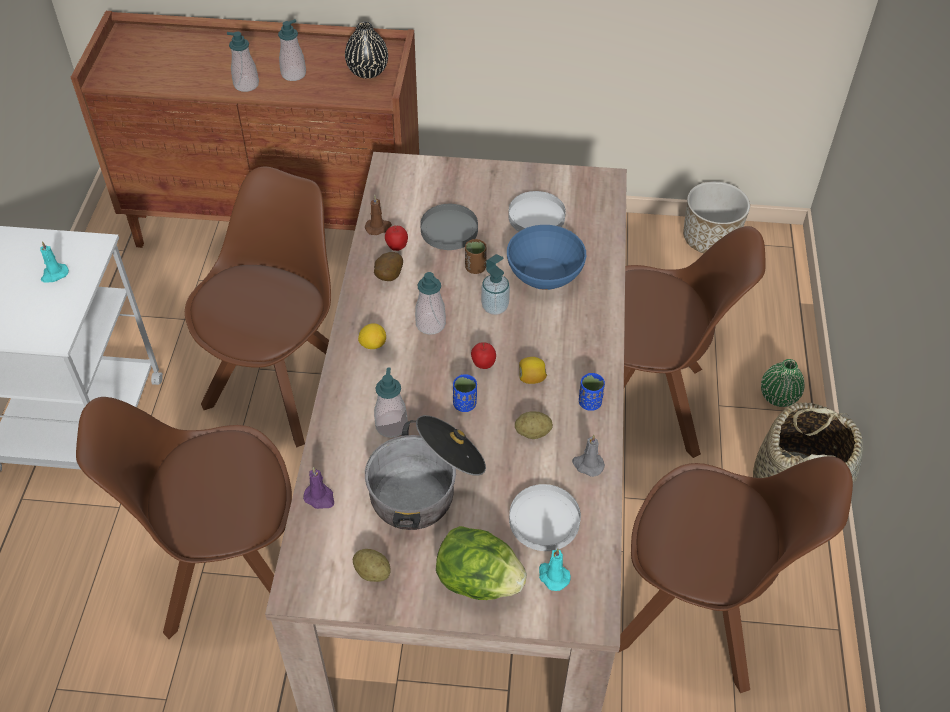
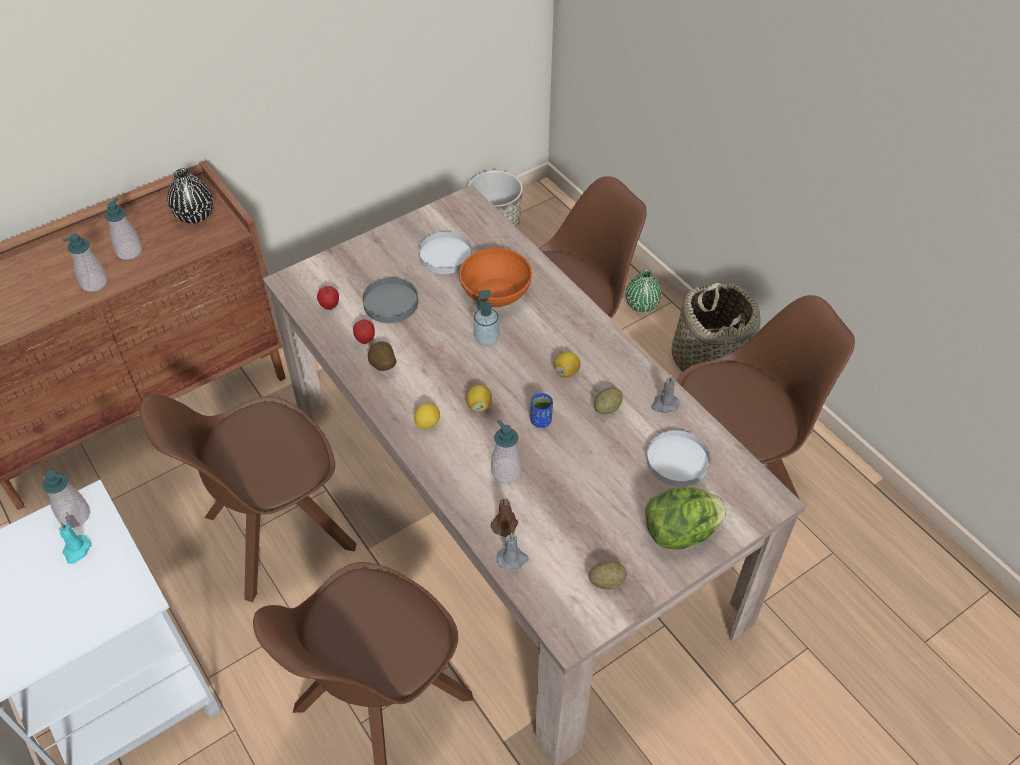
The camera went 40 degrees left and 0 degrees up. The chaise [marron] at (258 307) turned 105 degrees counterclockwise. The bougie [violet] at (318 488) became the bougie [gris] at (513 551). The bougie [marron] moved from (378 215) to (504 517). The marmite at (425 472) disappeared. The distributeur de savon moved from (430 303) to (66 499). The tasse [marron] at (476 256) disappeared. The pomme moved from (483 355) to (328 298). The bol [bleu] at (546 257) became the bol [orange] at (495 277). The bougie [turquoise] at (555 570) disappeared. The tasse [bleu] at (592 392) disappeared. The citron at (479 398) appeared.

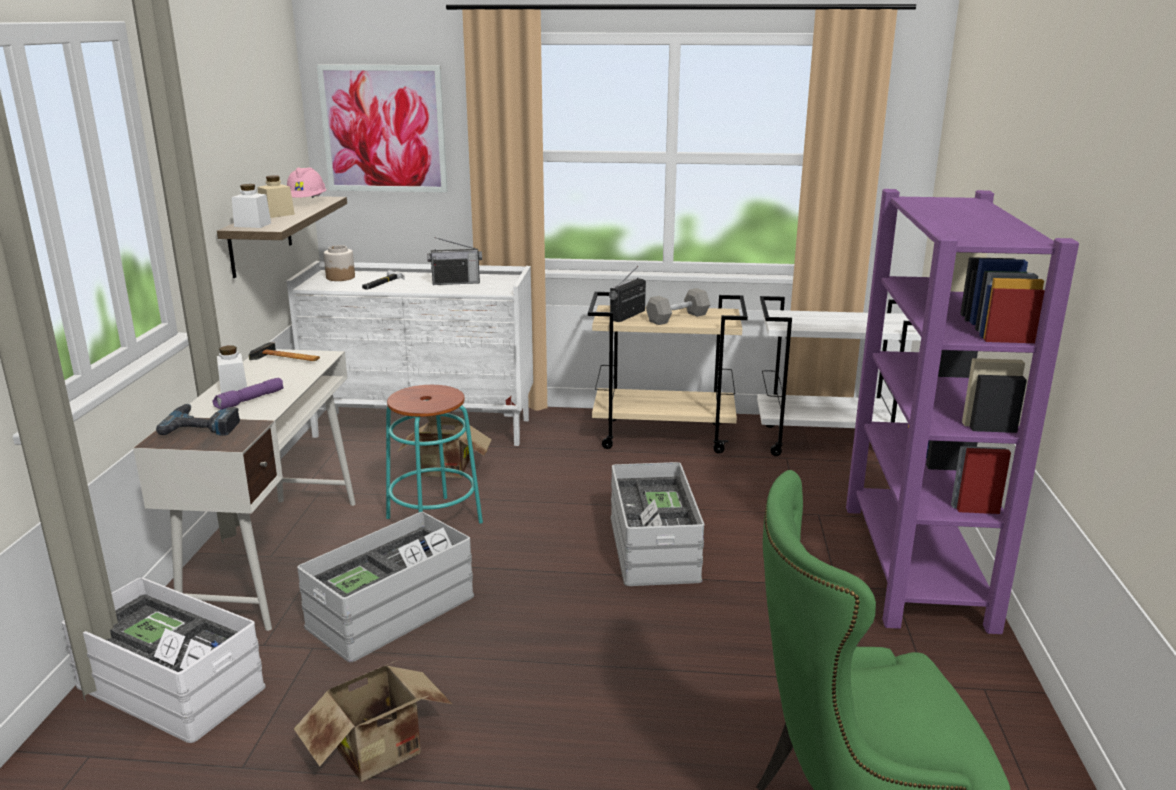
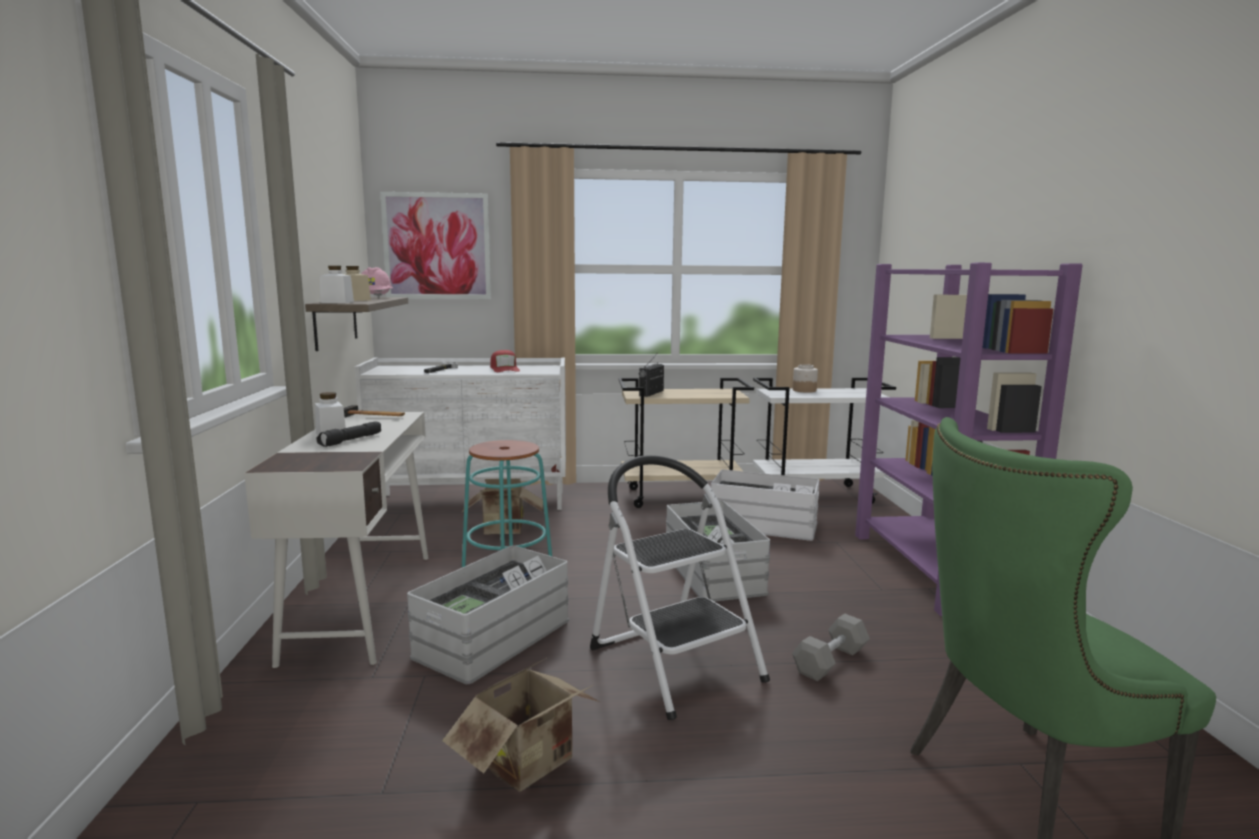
The camera went 10 degrees left and 10 degrees down. The boîte de rangement [blanc] moved from (164 660) to (765 505). The perceuse at (198 420) disappeared. The lampe de poche [violet] at (248 394) became the lampe de poche [noir] at (348 434). The bocal moved from (339 263) to (805 378). The radio at (454 261) was replaced by the casquette [rouge] at (505 361). The haltère [gris] moved from (678 306) to (831 647). The escabeau at (680 587) appeared.

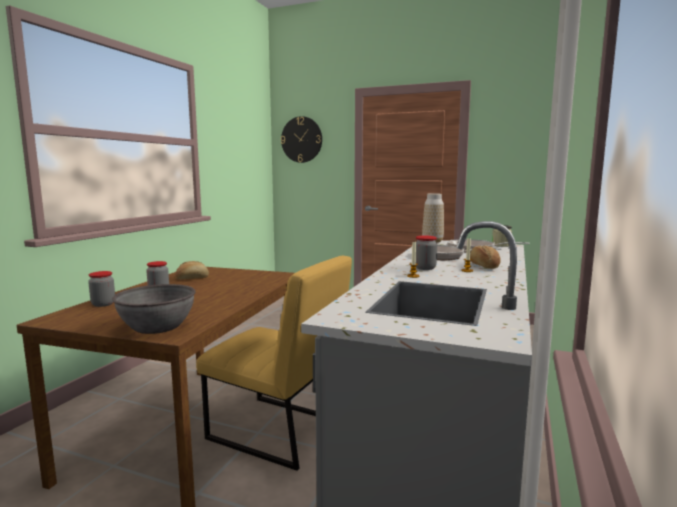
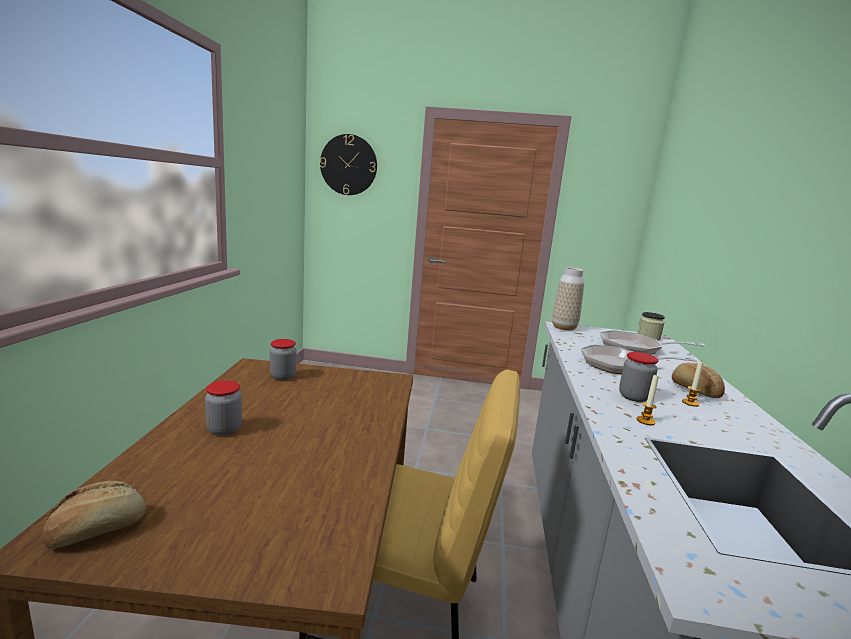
The camera went 15 degrees left and 5 degrees up. The bocal moved from (101 289) to (283 359). The bol [gris] at (154 309) disappeared. The pain moved from (192 270) to (93 515).

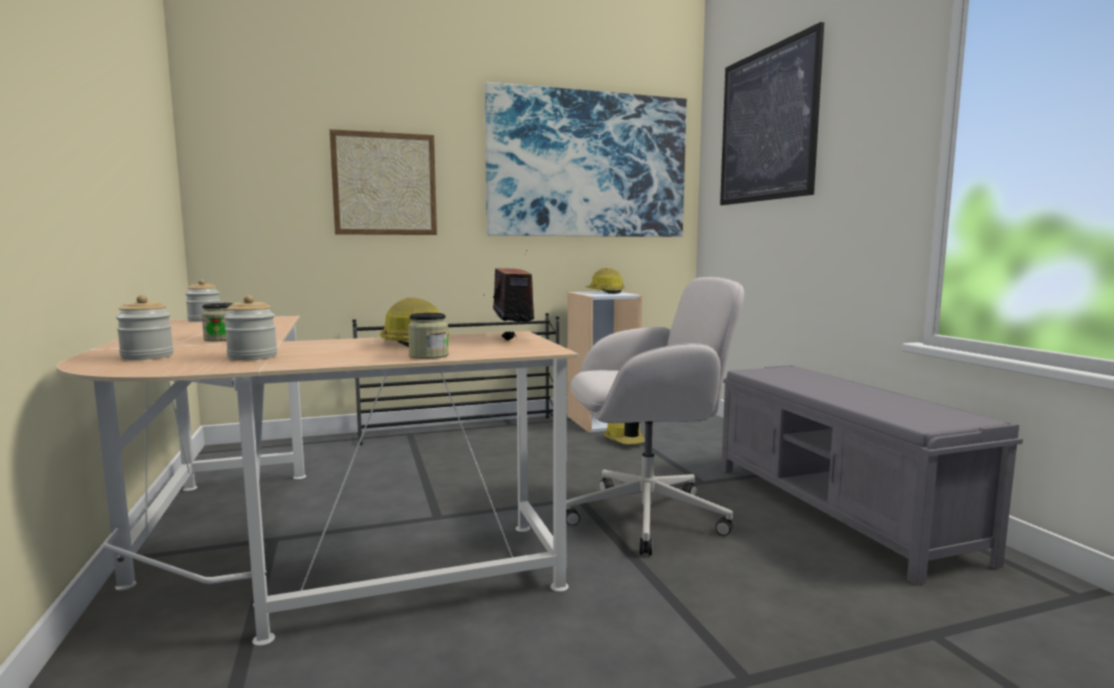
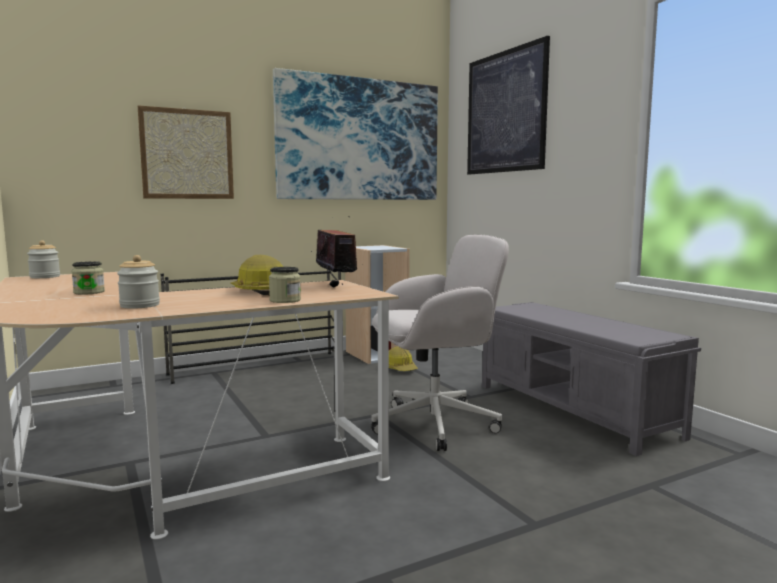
The camera went 10 degrees left and 0 degrees up. The bocal at (145 327) disappeared. The casque de chantier at (605 281) disappeared.

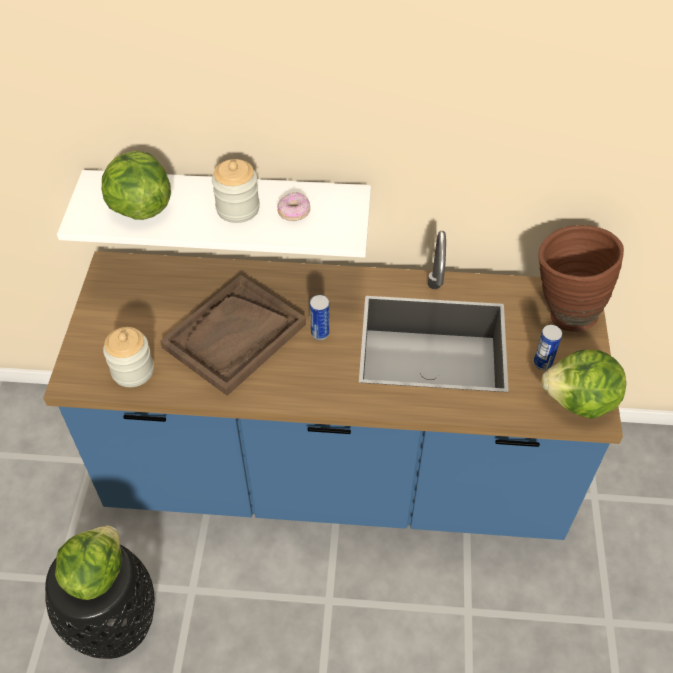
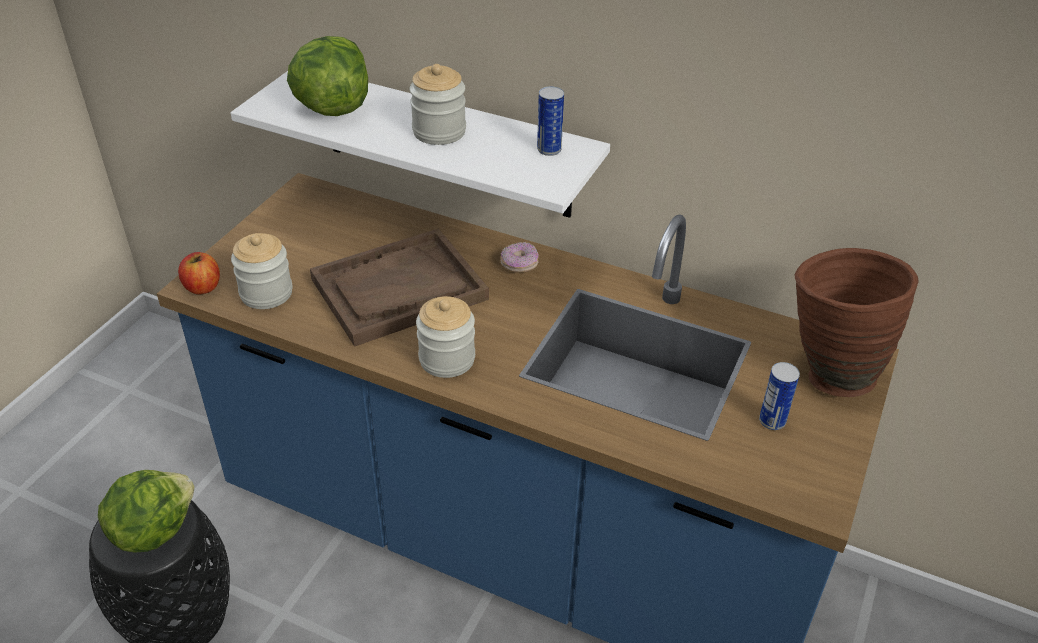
The camera went 20 degrees right and 10 degrees down. The beignet moved from (293 206) to (519 257). The boîte métallique moved from (319 317) to (550 121). The laitue at (584 384) disappeared. The pomme at (199 273) appeared. The bocal at (445 337) appeared.

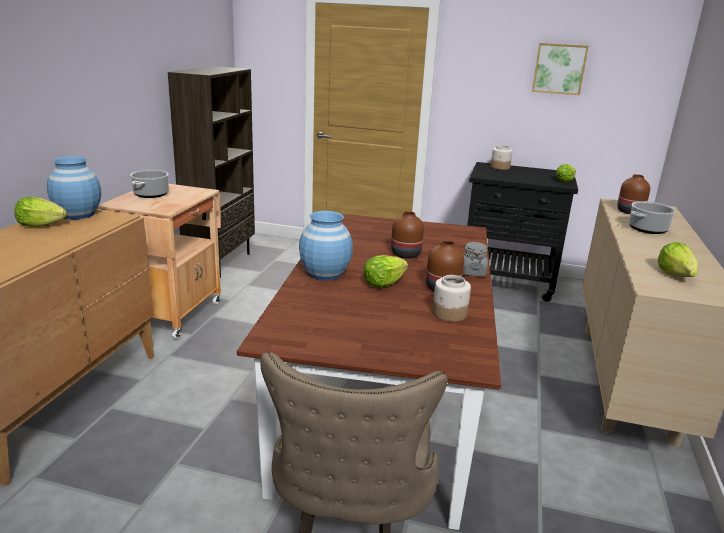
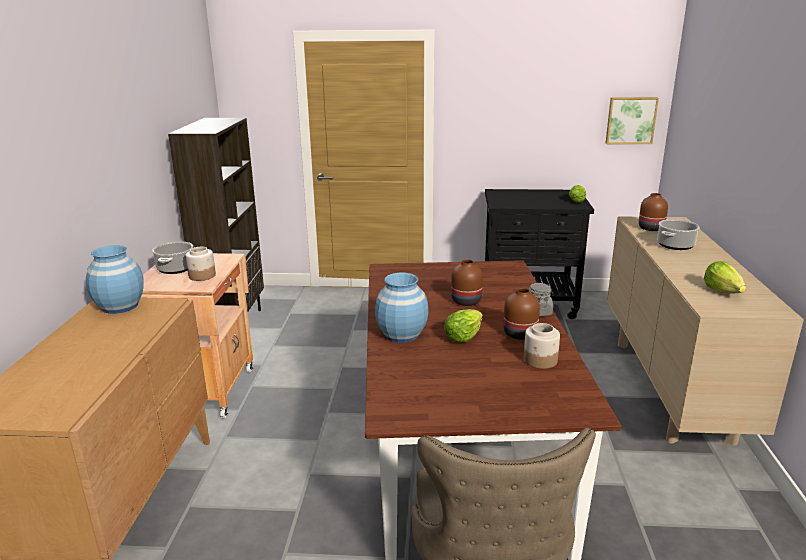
The camera went 10 degrees left and 0 degrees up. The laitue at (40 212) disappeared. The bocal moved from (502 157) to (200 264). The tableau moved from (560 69) to (632 120).

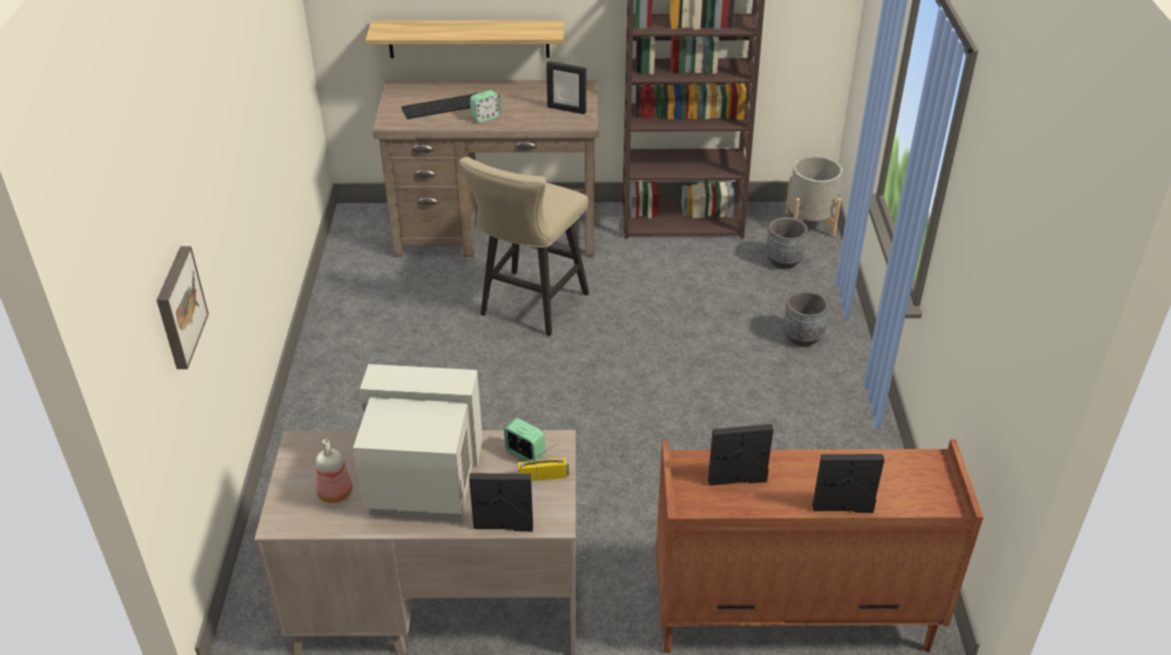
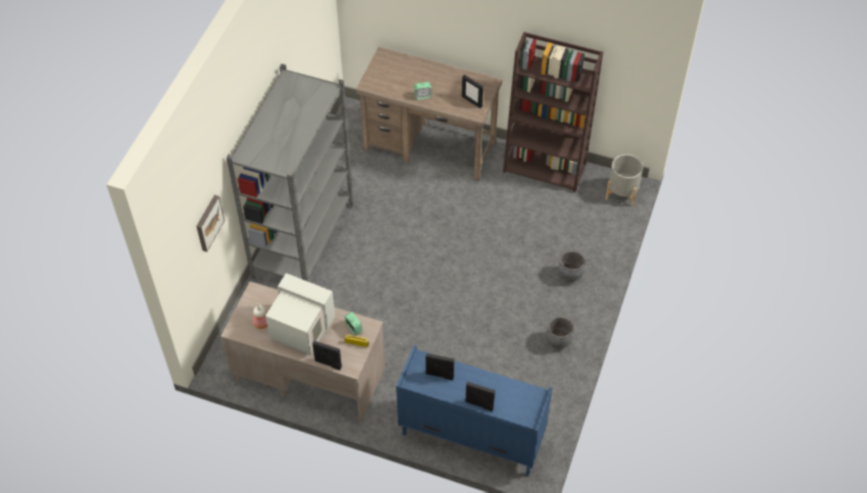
The camera went 20 degrees right and 15 degrees up. The étagère at (464 39) disappeared. The clavier at (440 106) disappeared. The tabouret [beige] at (524 246) disappeared. The meuble de rangement [marron] at (820 546) became the meuble de rangement [bleu] at (474 410). The cache-pot [gris] moved from (787 243) to (560 332). The bibliothèque [gris] at (290 173) appeared.

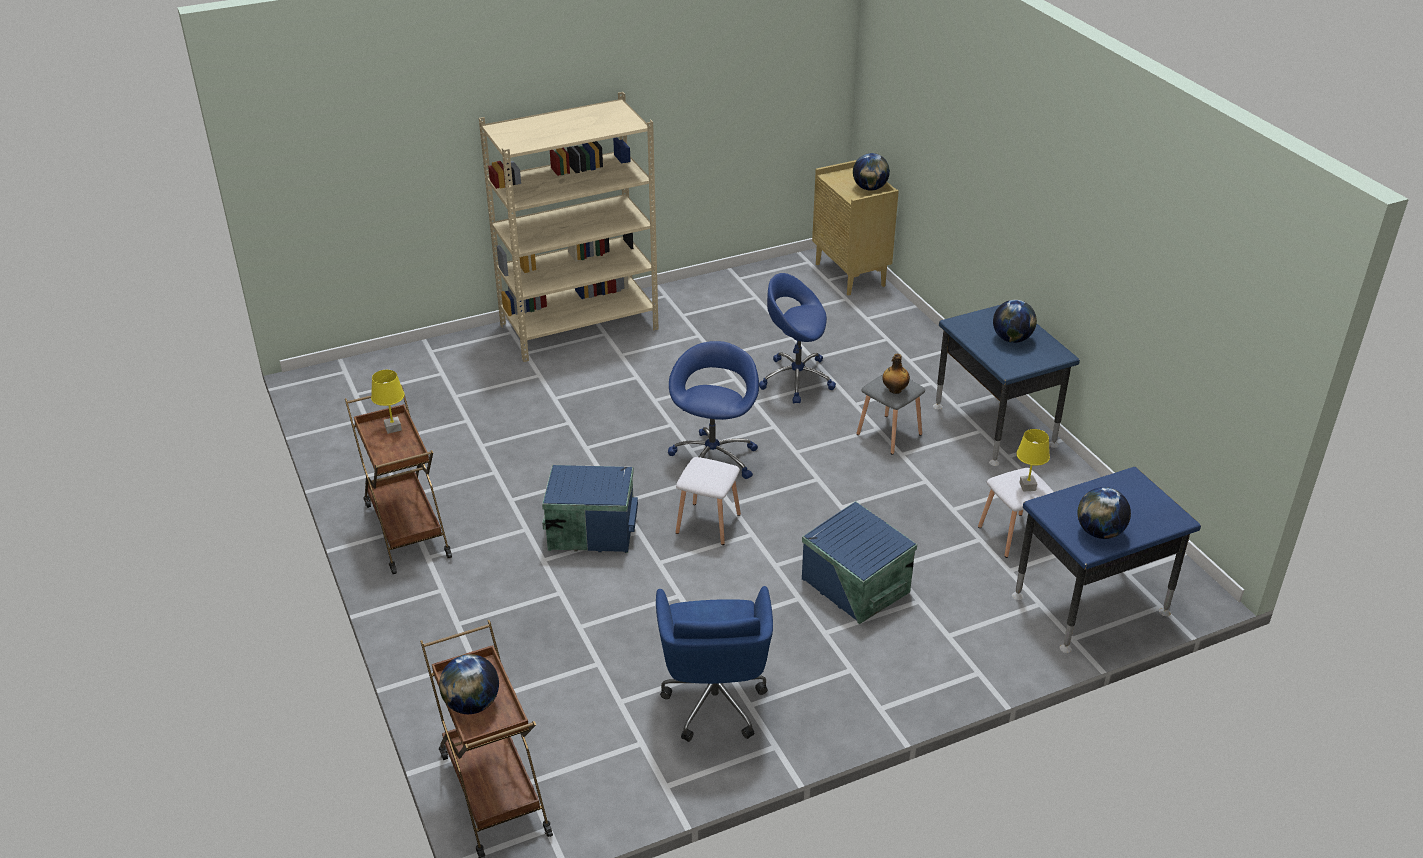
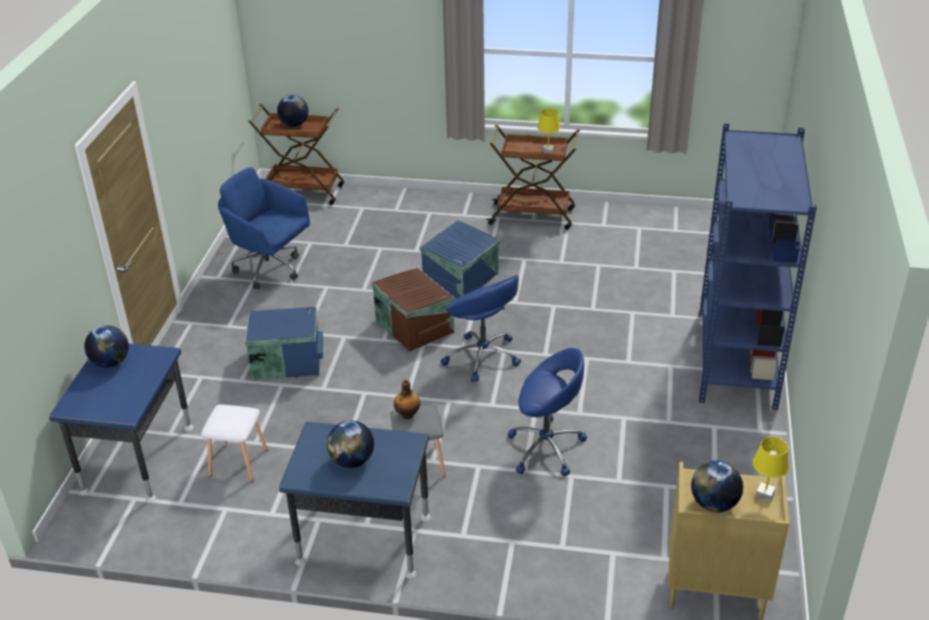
The camera went 125 degrees right and 0 degrees up. The bibliothèque [beige] at (569 227) became the bibliothèque [bleu] at (758 266). The tabouret [blanc] at (708 501) was replaced by the boîte de rangement [marron] at (413 310). The chaise de bureau [bleu] at (797 338) turned 60 degrees clockwise. The lampe de table [jaune] moved from (1033 460) to (771 470).

